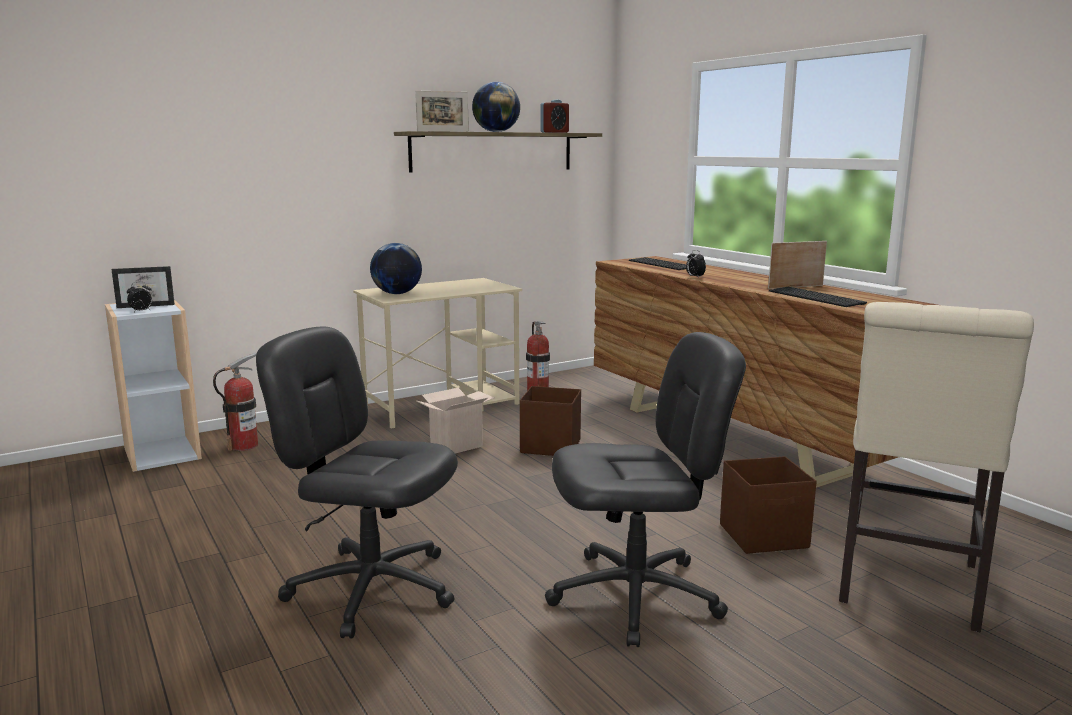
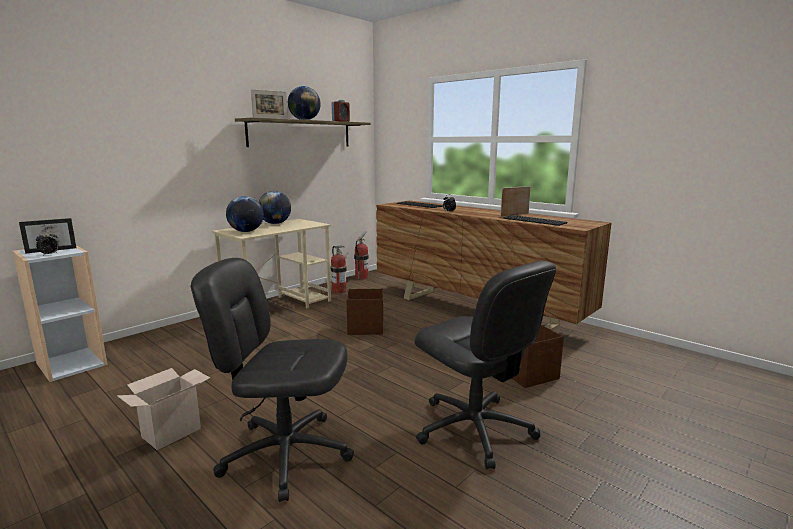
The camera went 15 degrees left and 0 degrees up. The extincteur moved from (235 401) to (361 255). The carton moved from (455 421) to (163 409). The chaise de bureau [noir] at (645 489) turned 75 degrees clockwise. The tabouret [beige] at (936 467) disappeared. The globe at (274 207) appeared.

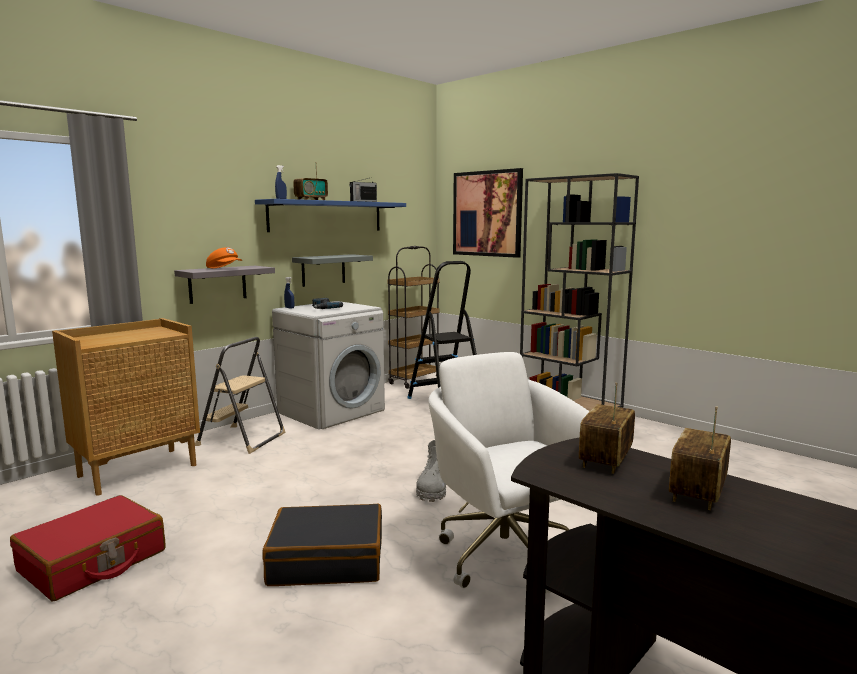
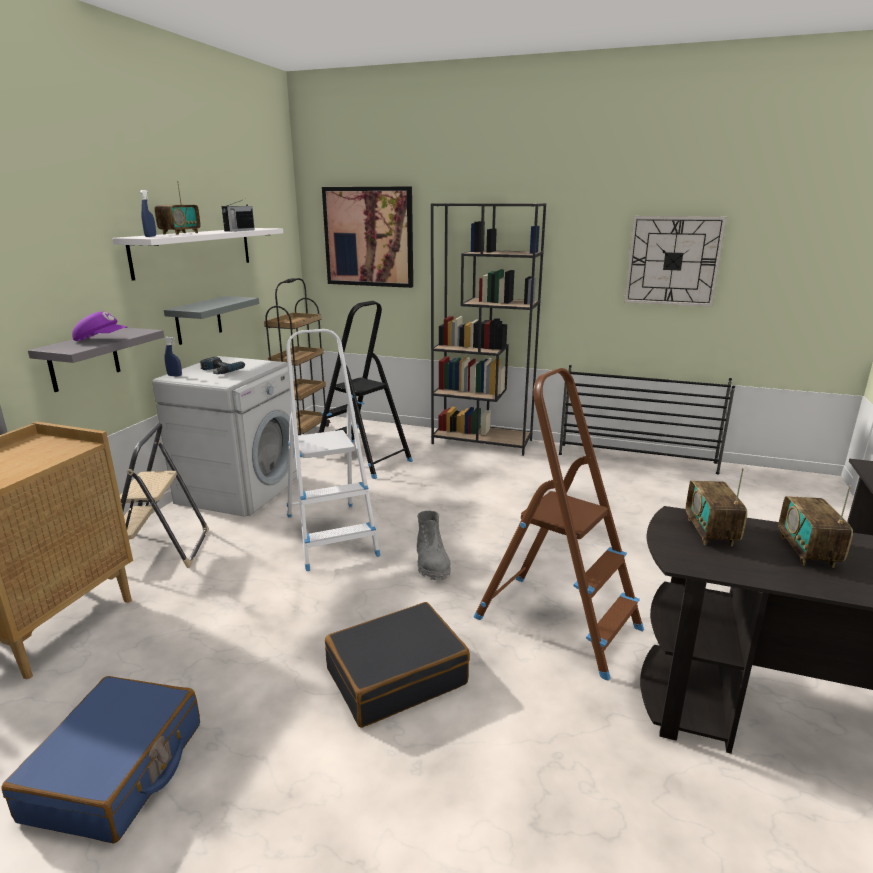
The camera went 25 degrees left and 10 degrees up. The valise [rouge] at (87 548) became the valise [bleu] at (100 759). The casquette [orange] at (224 258) became the casquette [violet] at (99 326). The étagère [bleu] at (330 215) became the étagère [blanc] at (197 254). The chaise de bureau [blanc] at (509 473) was replaced by the escabeau [marron] at (559 524). The escabeau [blanc] at (333 450) appeared. The étagère à chaussures [noir] at (647 420) appeared. The horloge murale at (675 261) appeared.

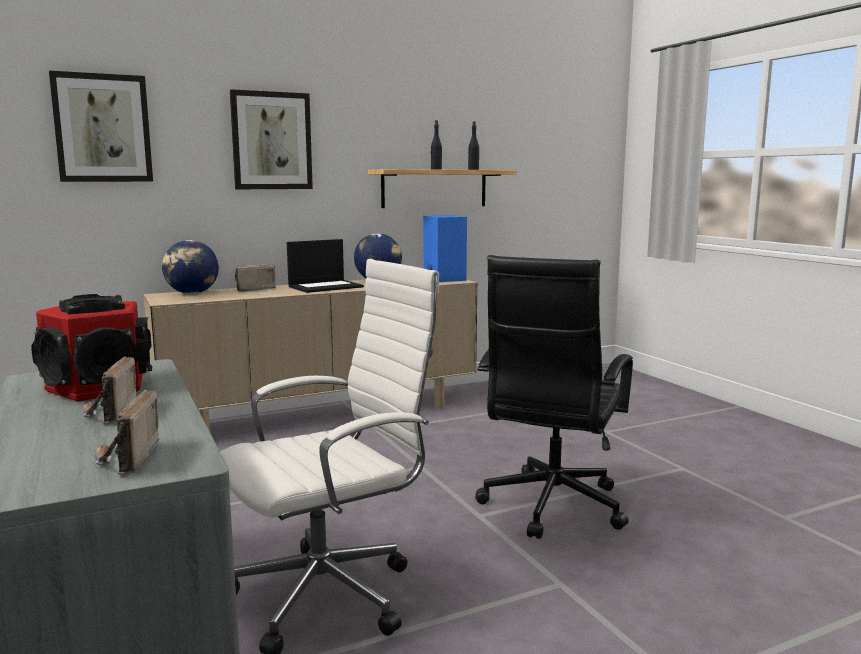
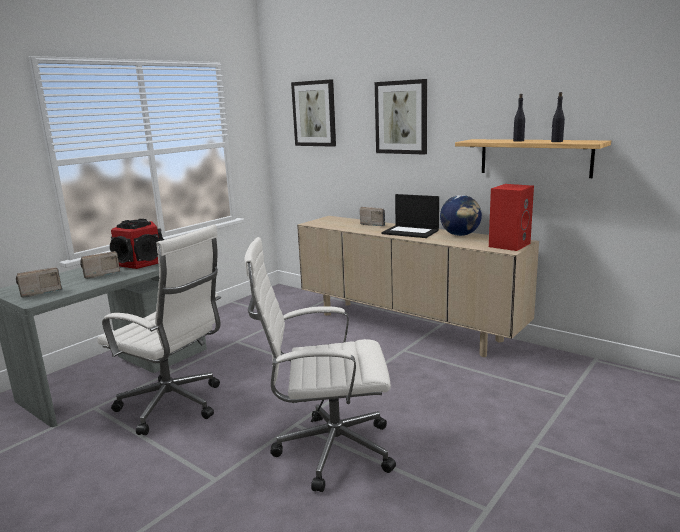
The camera went 65 degrees right and 5 degrees up. The globe at (190 267) disappeared. The enceinte [bleu] at (445 248) became the enceinte [rouge] at (511 217). The chaise de bureau [noir] at (554 397) became the chaise de bureau [blanc] at (320 364).

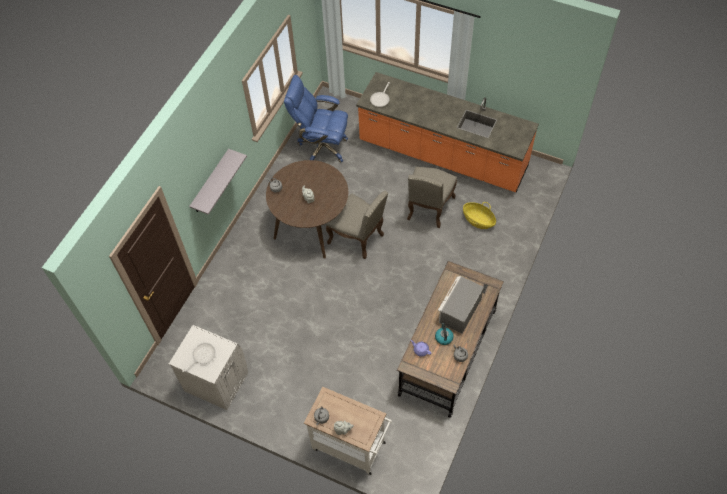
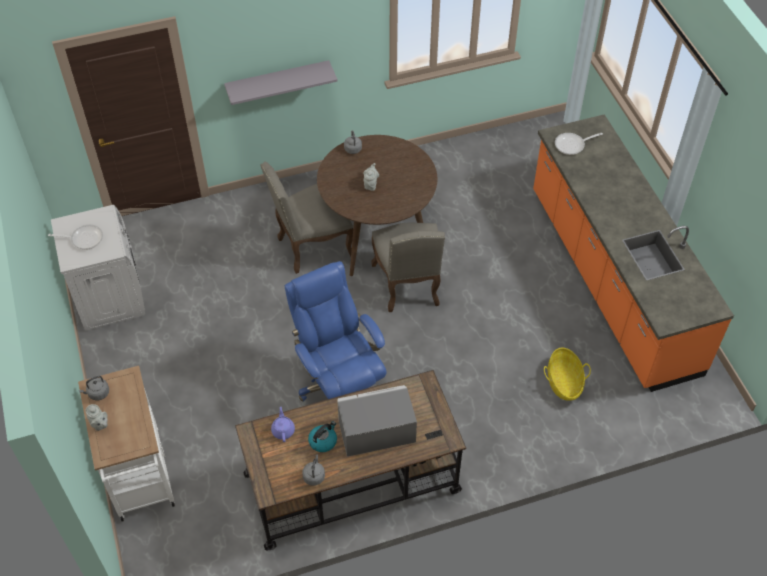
The camera went 45 degrees right and 5 degrees down. The chaise de bureau [bleu] moved from (316 119) to (335 331). The chaise [gris] moved from (432 197) to (306 218).

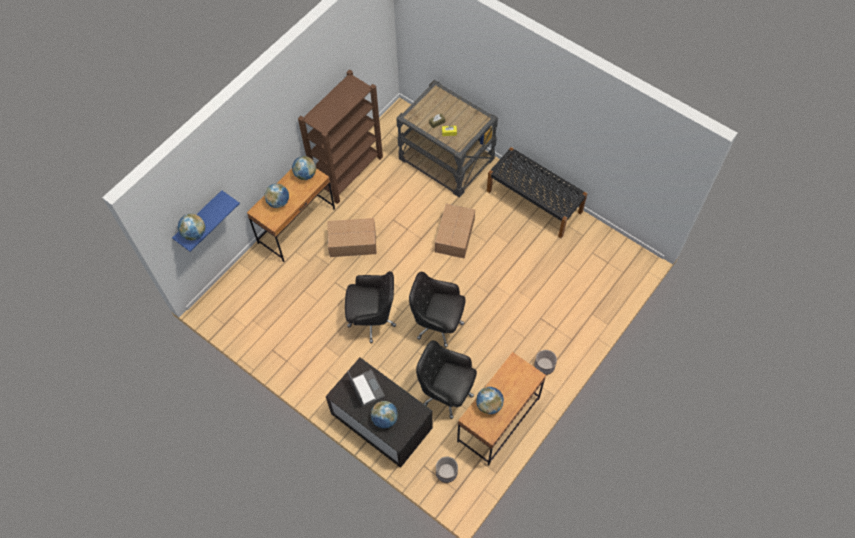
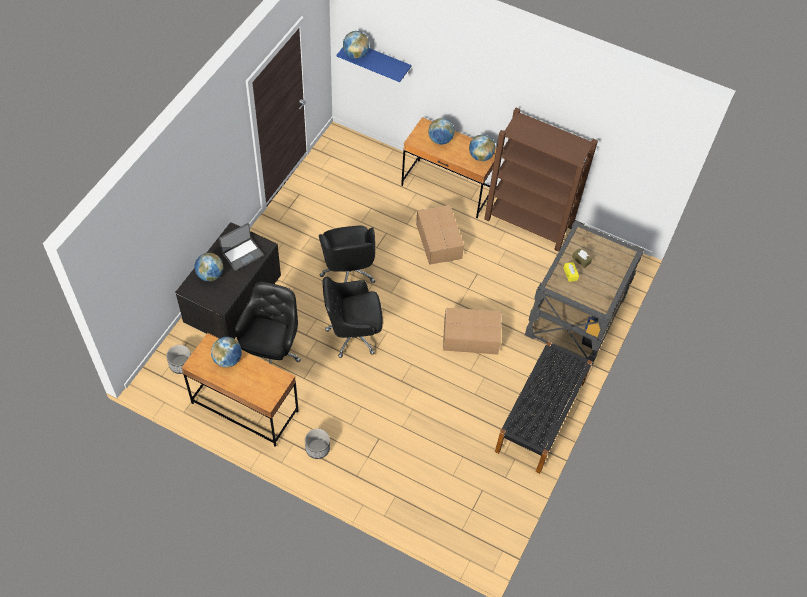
The camera went 75 degrees right and 5 degrees down. The chaise de bureau [noir] at (437 309) turned 105 degrees counterclockwise.

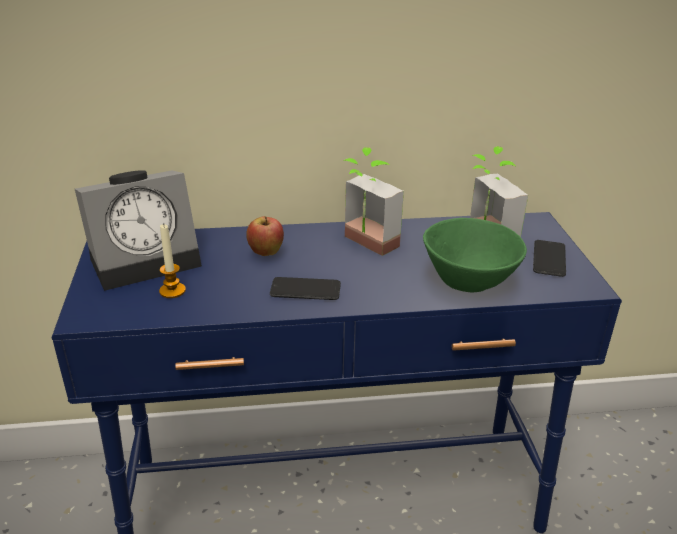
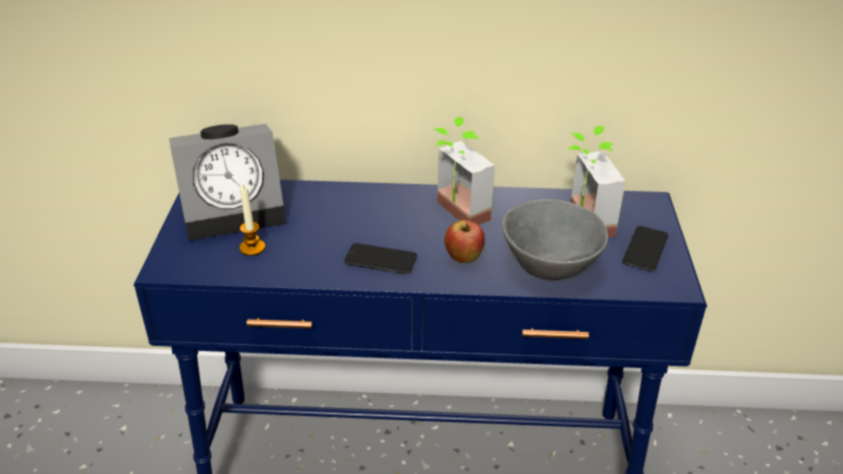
The camera went 10 degrees right and 5 degrees up. The pomme moved from (265 236) to (464 241). The bol [vert] at (475 255) became the bol [gris] at (555 239).

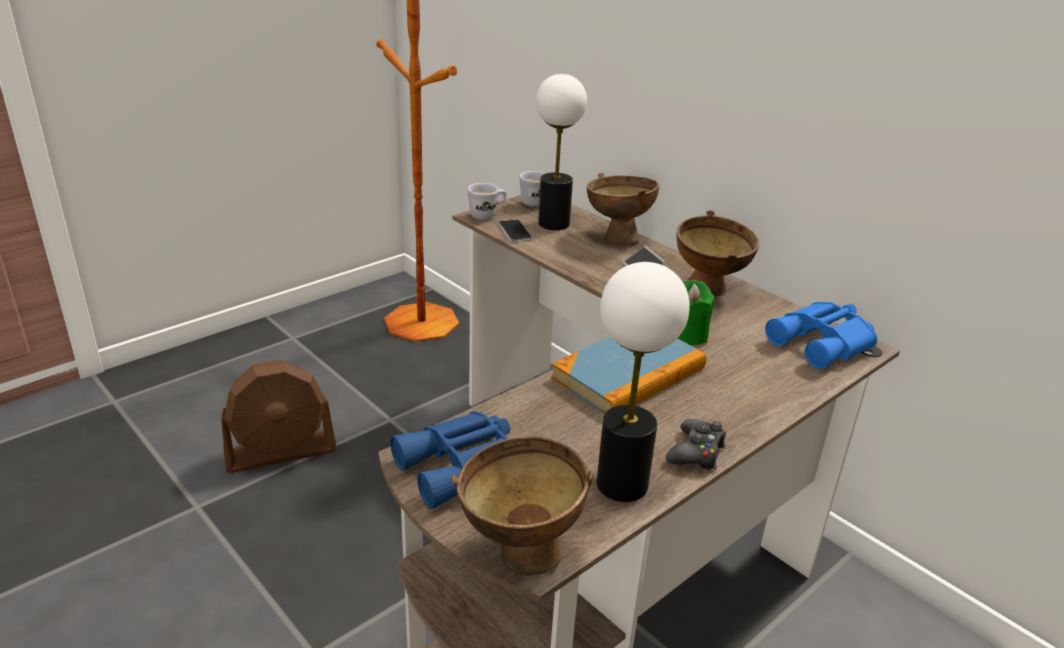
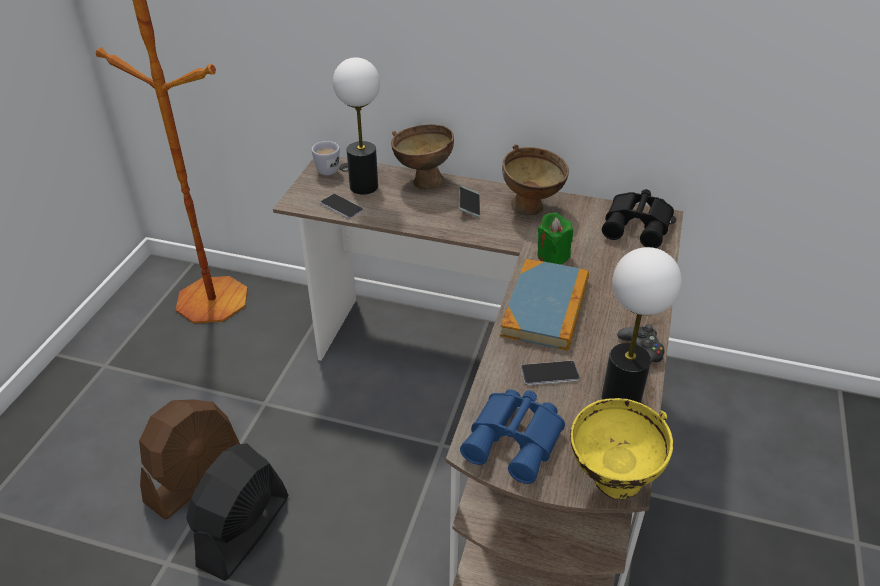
The camera went 30 degrees left and 10 degrees up. The bol [marron] at (522 506) became the bol [jaune] at (621 449). The mug [blanc] at (487 201) disappeared. The jumelles [bleu] at (821 335) became the jumelles [noir] at (638 218). The ventilateur [noir] at (237 512) appeared. The téléphone at (550 373) appeared.

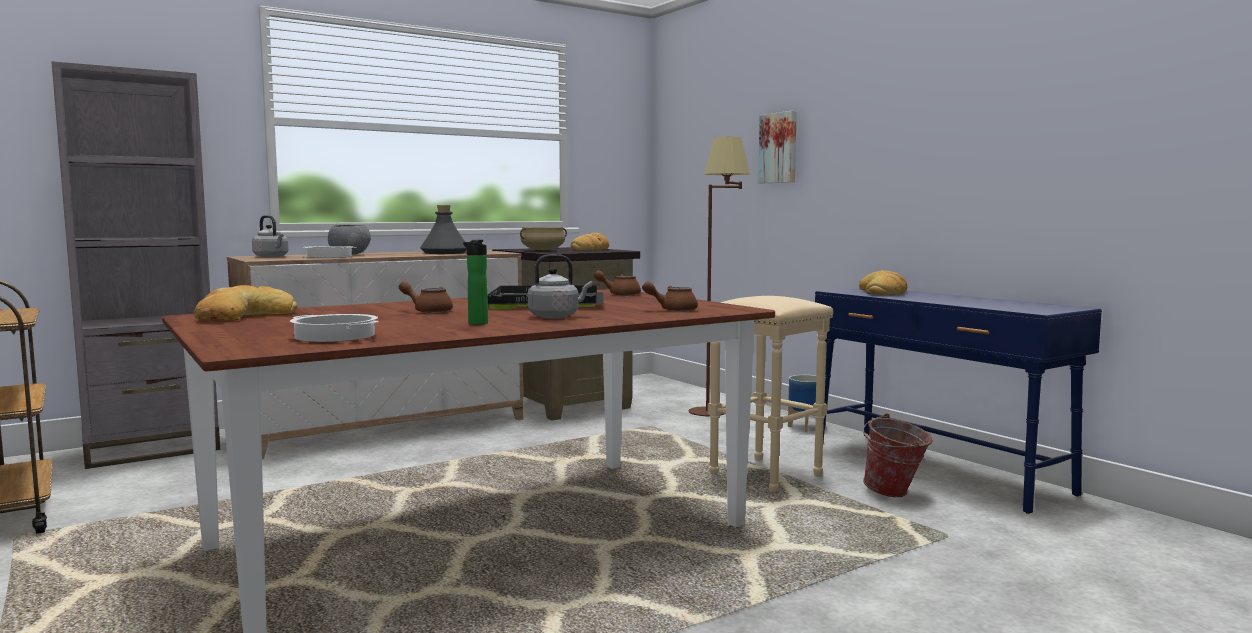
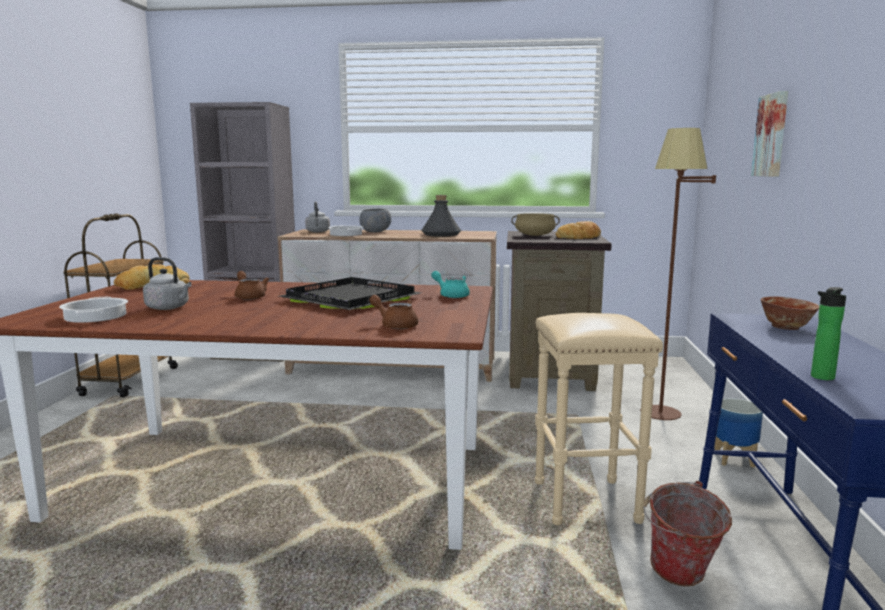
The camera went 40 degrees right and 5 degrees up. The bouteille moved from (475 282) to (828 333). The bouilloire [gris] moved from (560 286) to (167 283). The théière [marron] at (617 283) became the théière [turquoise] at (450 284). The pain at (883 282) was replaced by the bol at (790 313).

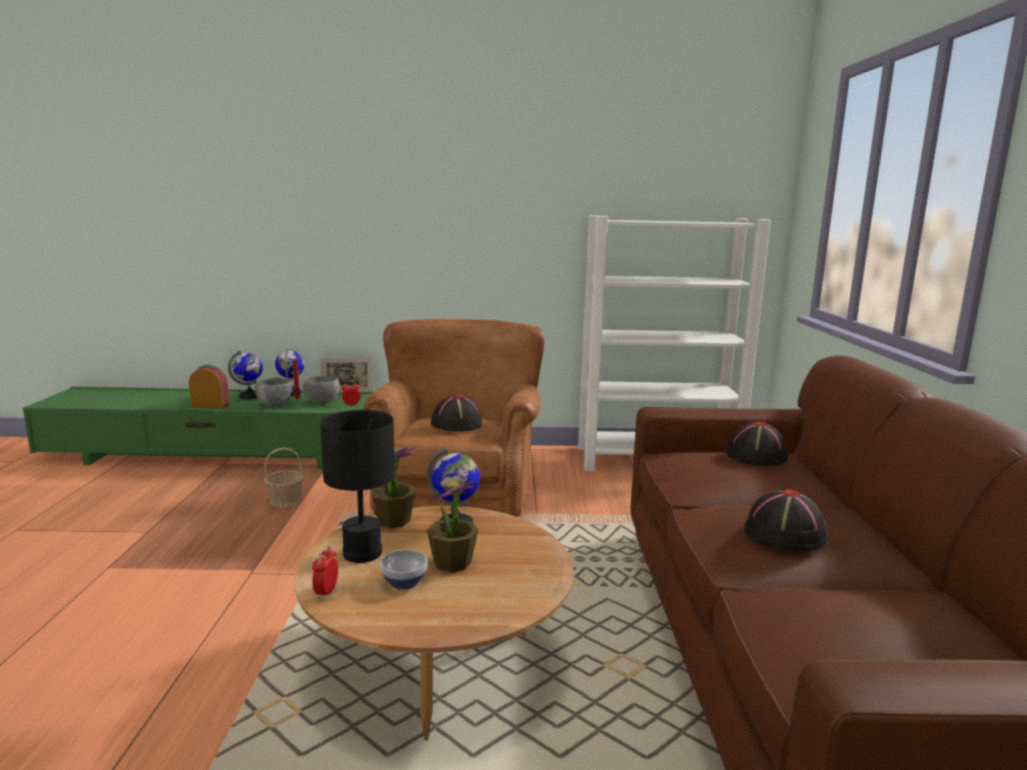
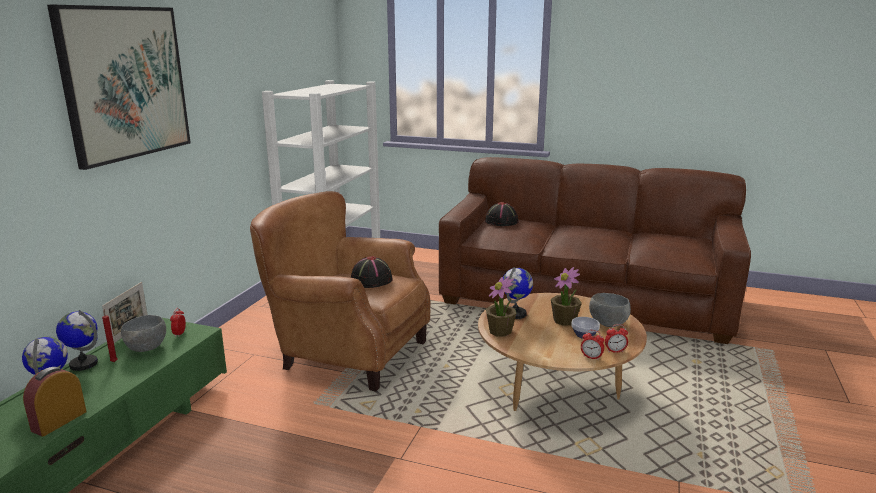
The camera went 70 degrees left and 5 degrees up. The bol [gris] moved from (273 392) to (610 310). The panier at (284 477) disappeared. The lampe de table [noir] at (357 486) disappeared. The chapeau [noir] at (785 520) disappeared. The tableau at (119 87) appeared. The réveil at (616 338) appeared.

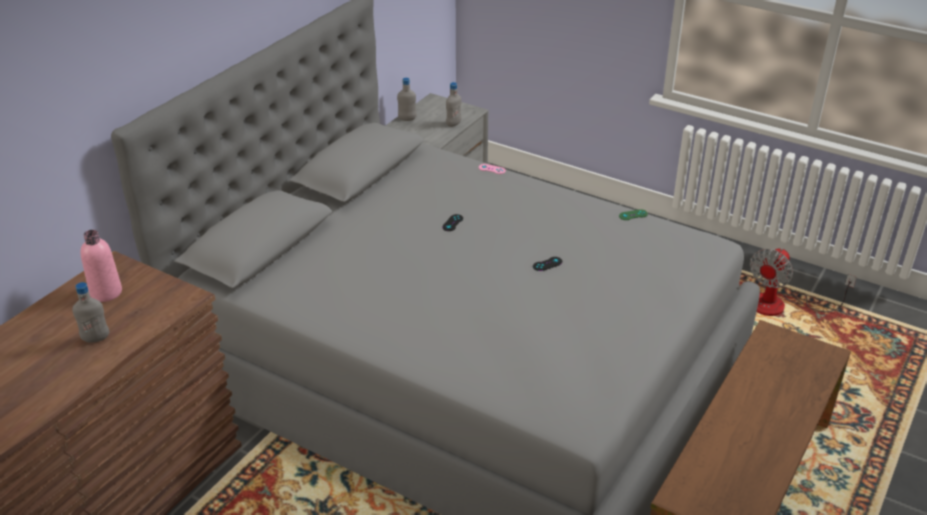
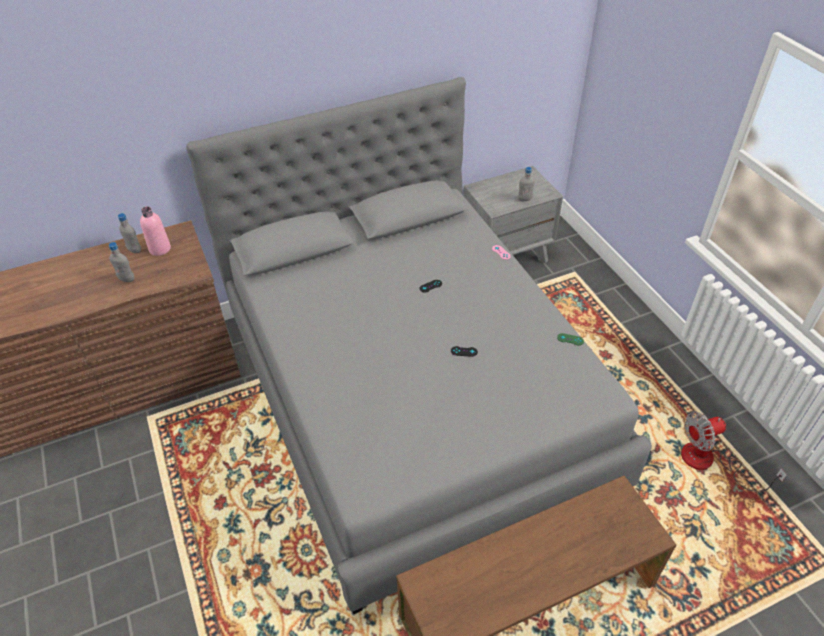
The camera went 35 degrees right and 10 degrees up. The bouteille [gris] moved from (407 99) to (129 233).

